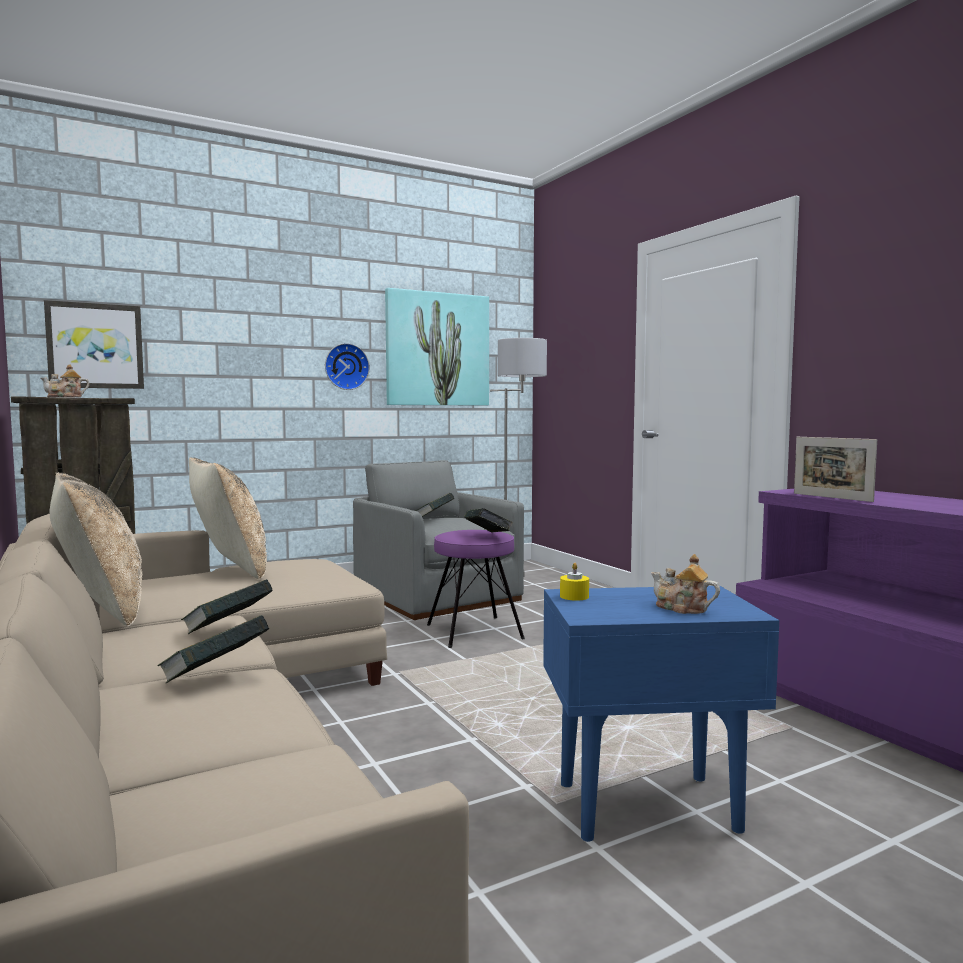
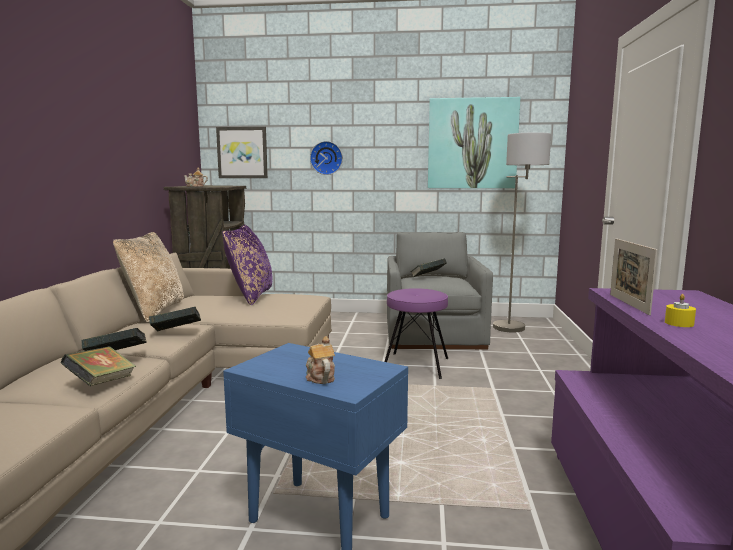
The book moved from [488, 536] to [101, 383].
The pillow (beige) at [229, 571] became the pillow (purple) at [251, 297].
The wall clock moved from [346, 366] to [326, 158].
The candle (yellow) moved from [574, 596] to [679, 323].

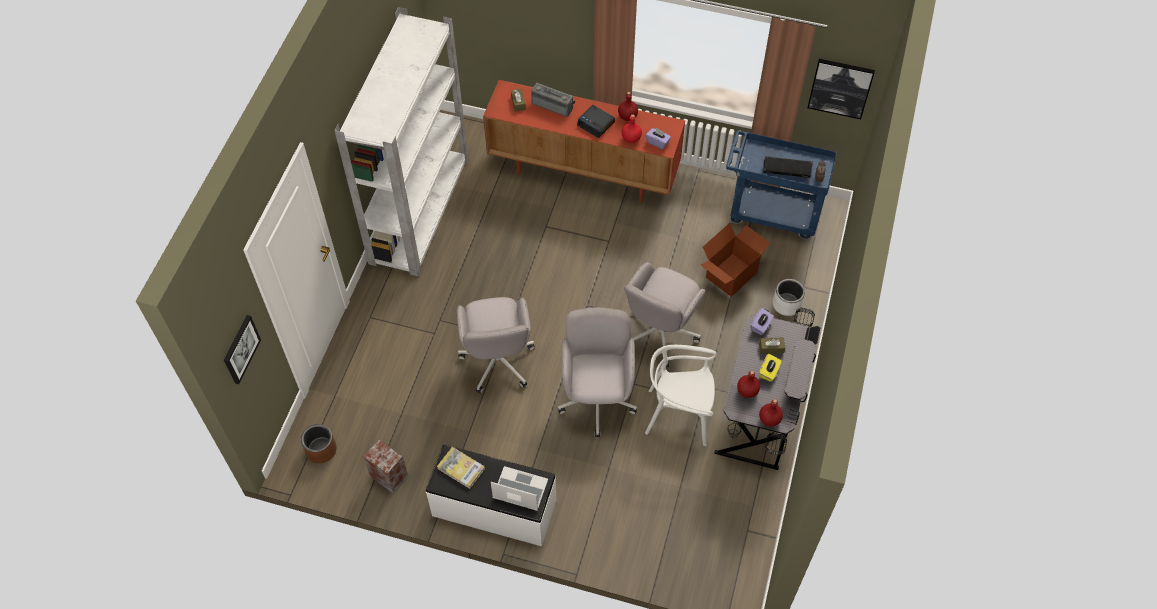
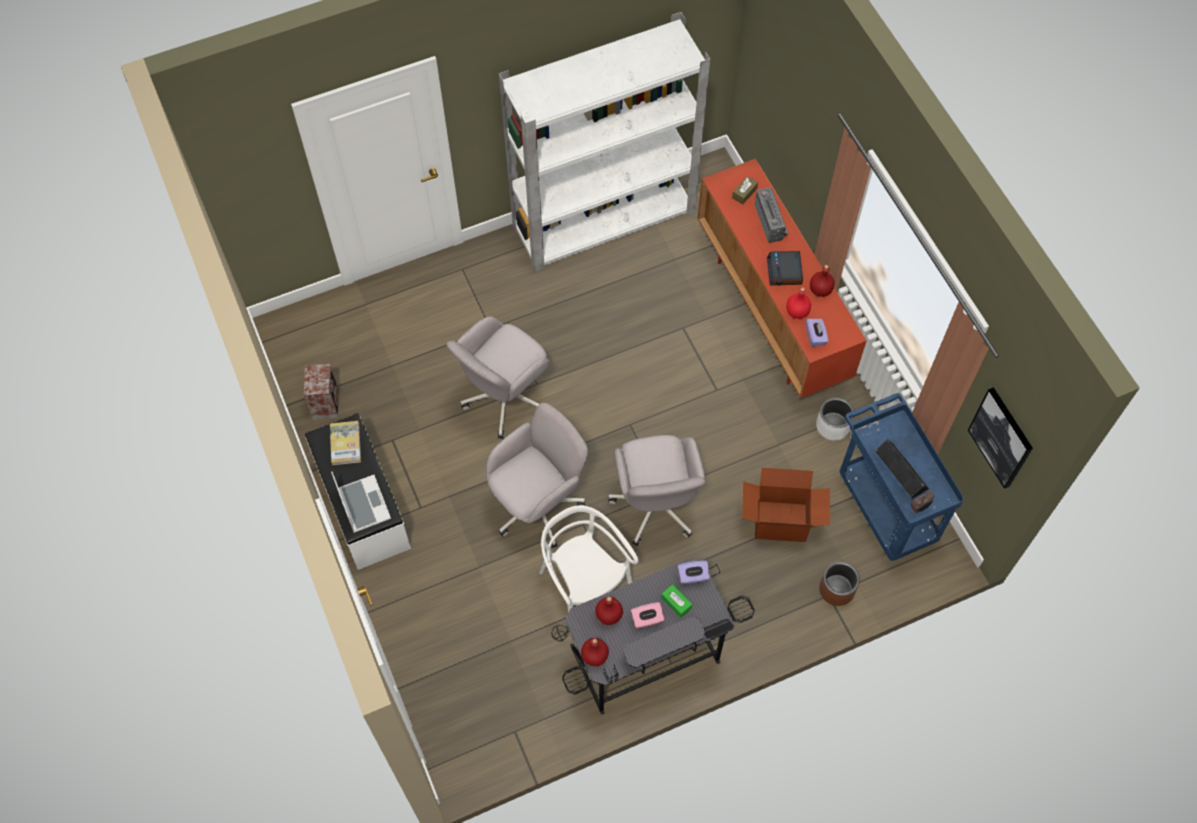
The office chair (grey) at [660, 334] turned 90 degrees counterclockwise.
The tissue box (yellow) at [769, 372] became the tissue box (pink) at [647, 619].
The tissue box (brown) at [771, 348] became the tissue box (green) at [676, 603].
The planter (white) moved from [786, 304] to [832, 426].
The planter (brown) moved from [321, 450] to [836, 589].
The picture at [240, 349] disappeared.

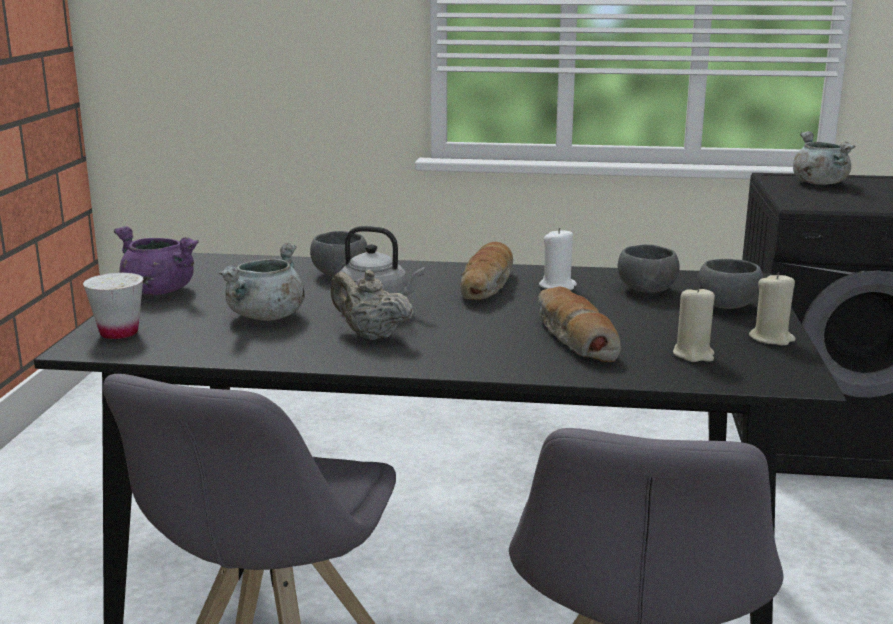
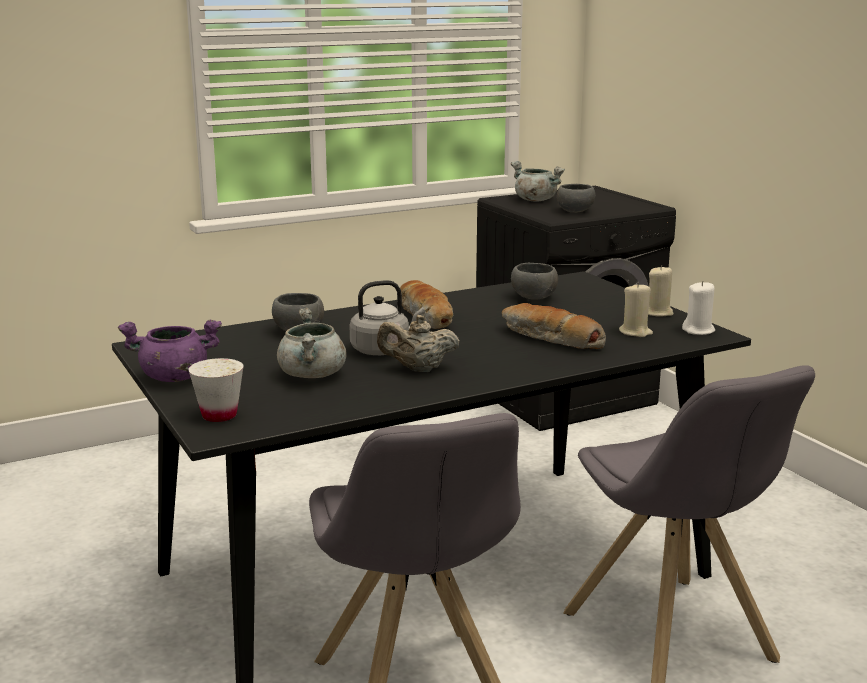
The bowl (grey) moved from [729, 305] to [575, 211].
The candle (white) moved from [557, 286] to [698, 331].

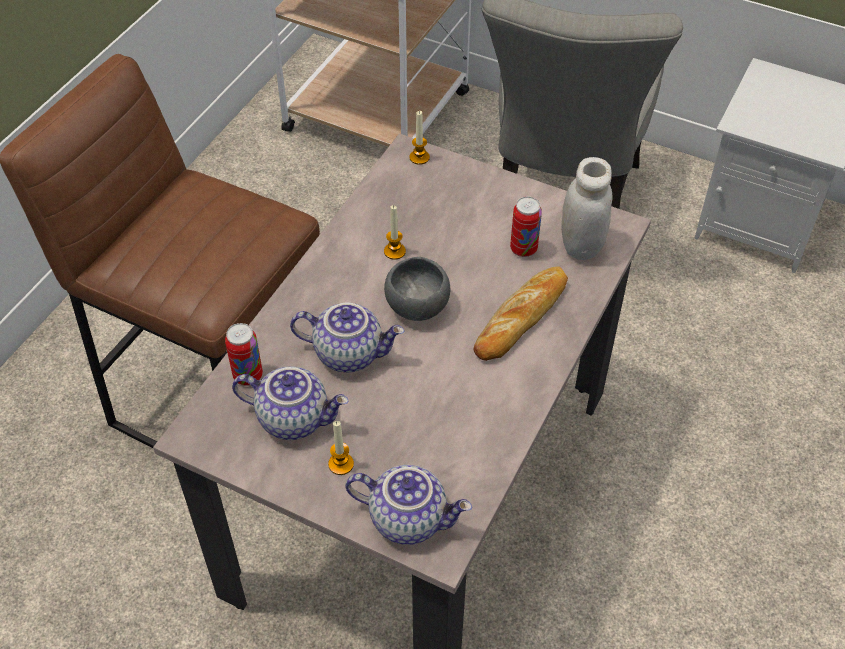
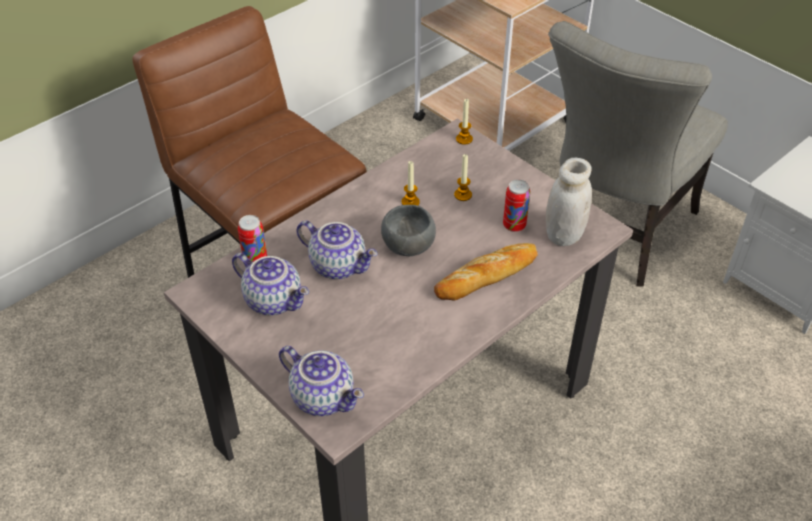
The candle moved from [341, 464] to [463, 195].

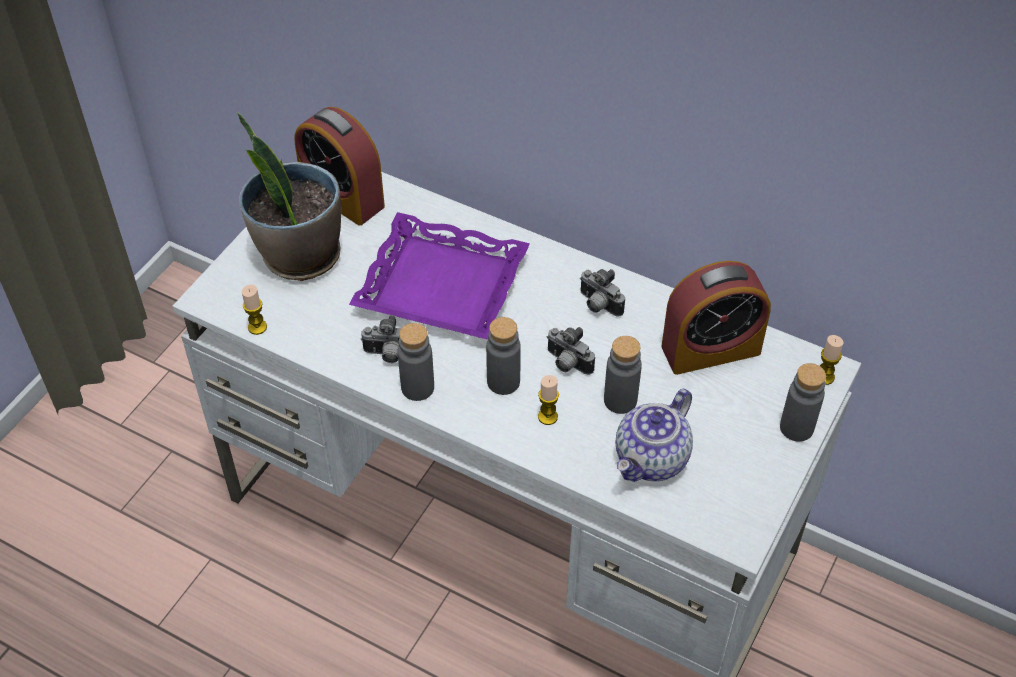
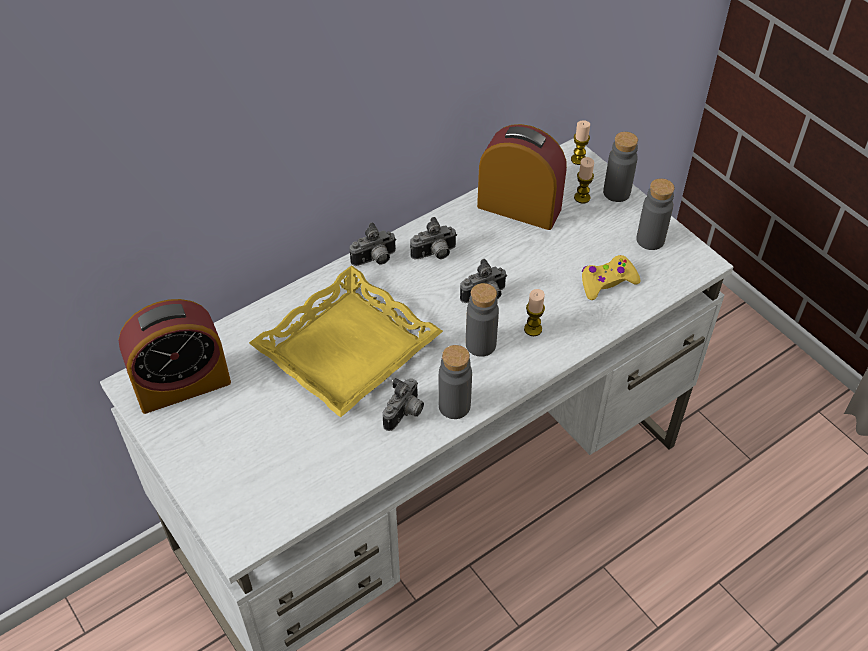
The tray (purple) at [441, 287] became the tray (yellow) at [348, 349].
The photo camera at [375, 260] appeared.
The alarm clock at [711, 349] turned 75 degrees counterclockwise.
The candle moved from [257, 327] to [582, 197].
The teapot at [652, 460] was replaced by the game controller (yellow) at [607, 282].
The bottle (grey) moved from [620, 400] to [650, 240].
The potted plant at [299, 255] disappeared.

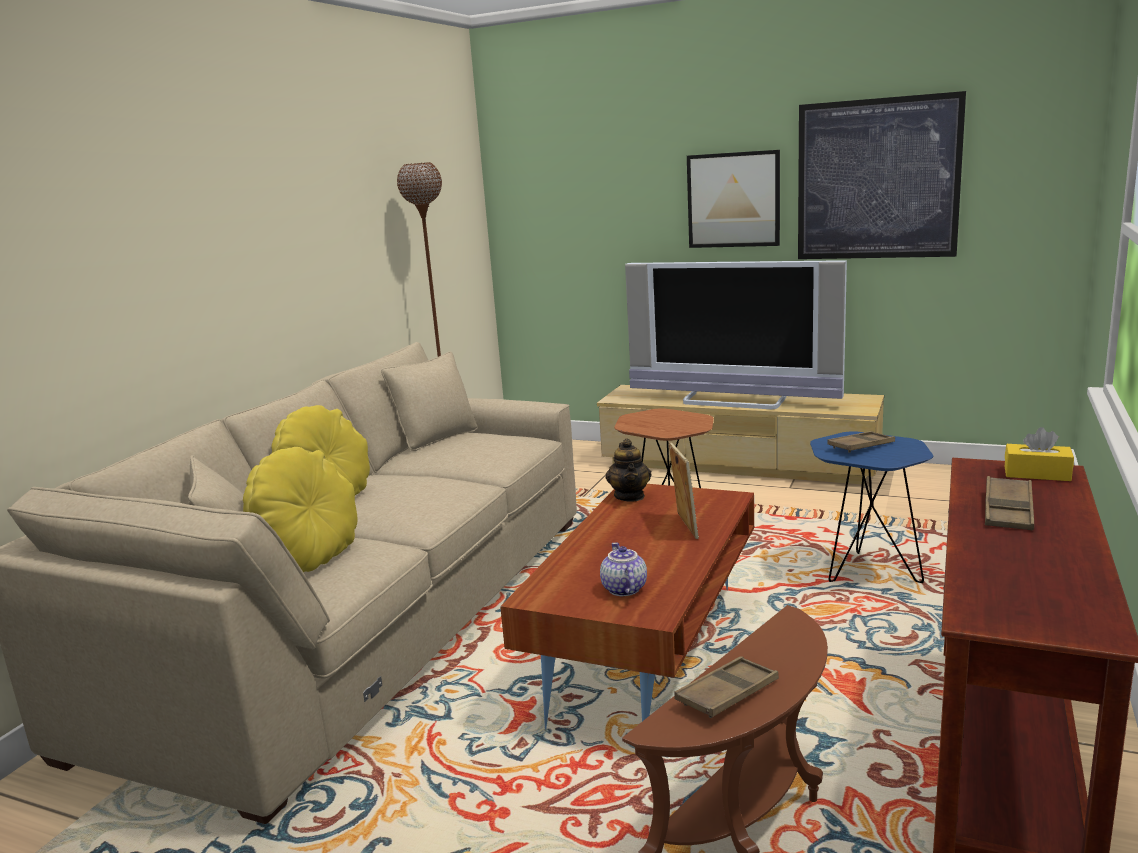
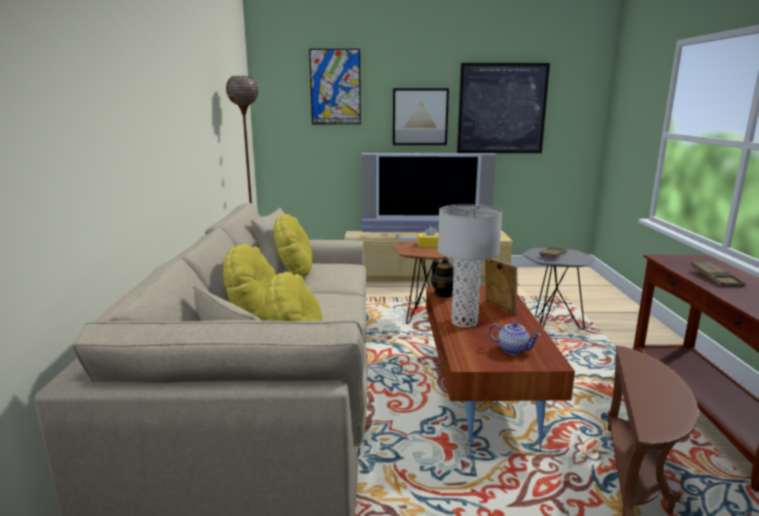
The pillow (yellow) at [295, 273] appeared.
The picture at [335, 87] appeared.
The tissue box (yellow) moved from [1037, 474] to [429, 245].
The table lamp (white) at [464, 322] appeared.
The teapot at [623, 589] turned 150 degrees clockwise.
The side table (blue) at [865, 572] became the side table (grey) at [550, 327].
The tray (brown) at [727, 694] disappeared.

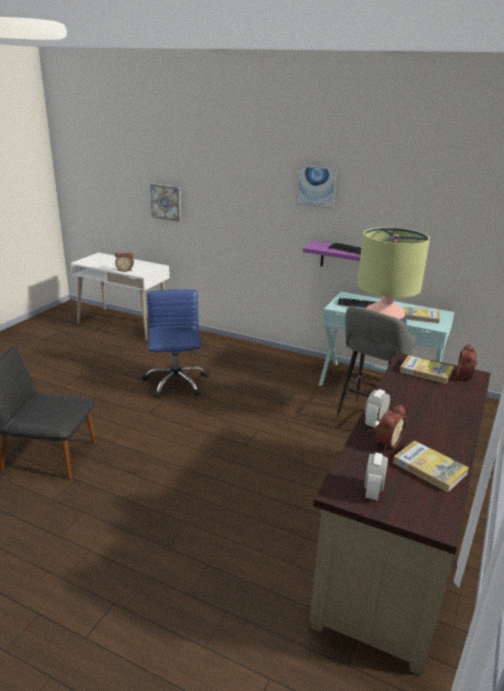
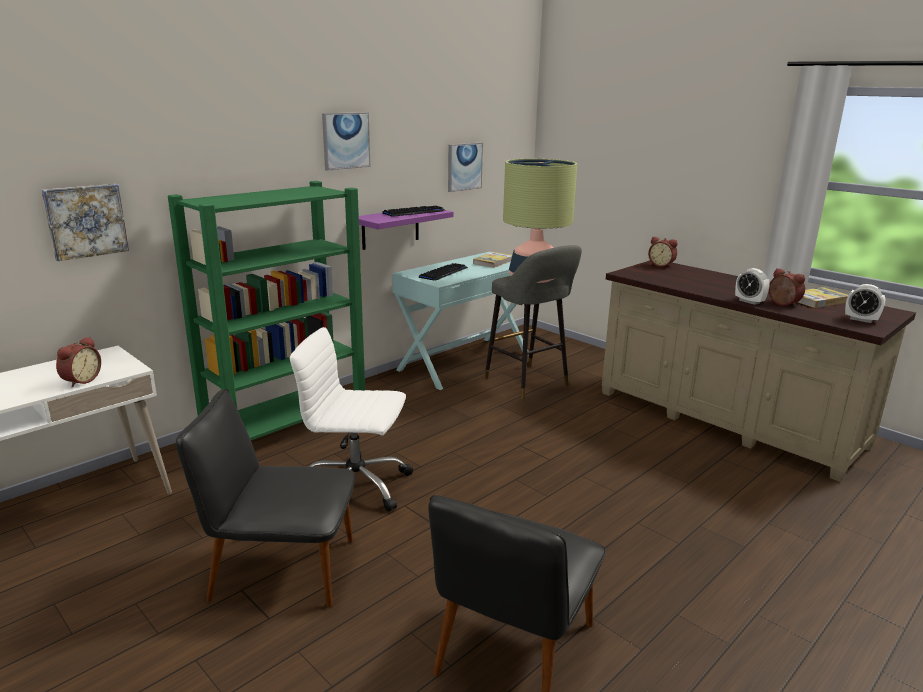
The bookcase (green) at [286, 425] appeared.
The chair (black) at [283, 568] appeared.
The office chair (blue) at [176, 382] became the office chair (white) at [355, 486].
The picture at [464, 166] appeared.
The book at [426, 371] disappeared.

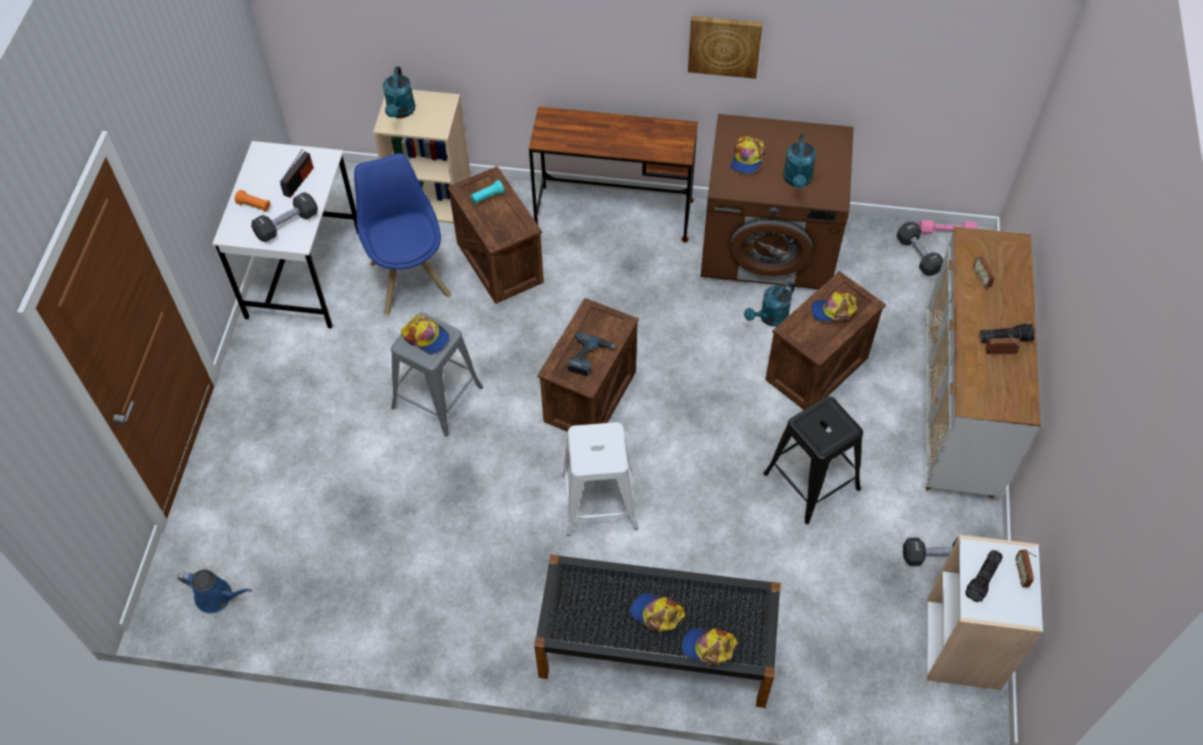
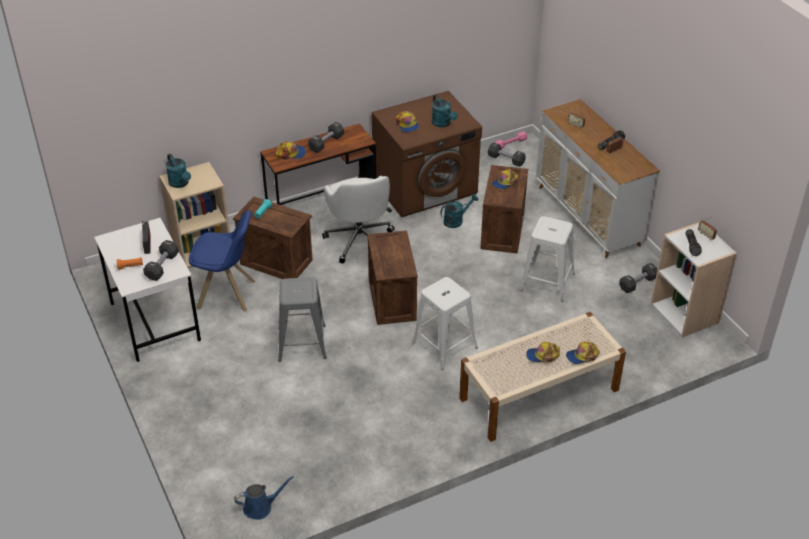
The chair (blue) at [409, 279] turned 150 degrees clockwise.
The cap moved from [426, 337] to [291, 153].
The dumbbell (black) at [326, 143] appeared.
The office chair (white) at [360, 242] appeared.
The watering can (turquoise) at [770, 318] turned 135 degrees counterclockwise.
The bench (black) at [656, 648] became the bench (beige) at [539, 395].
The stool (black) at [811, 481] became the stool (white) at [547, 281].
The power drill at [589, 357] disappeared.
The picture at [724, 45] disappeared.

